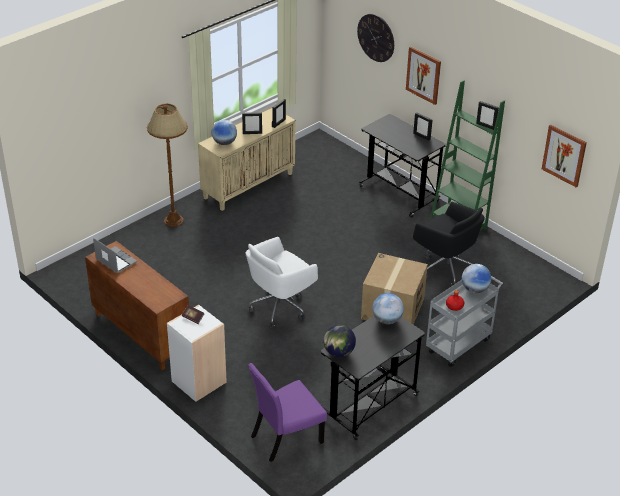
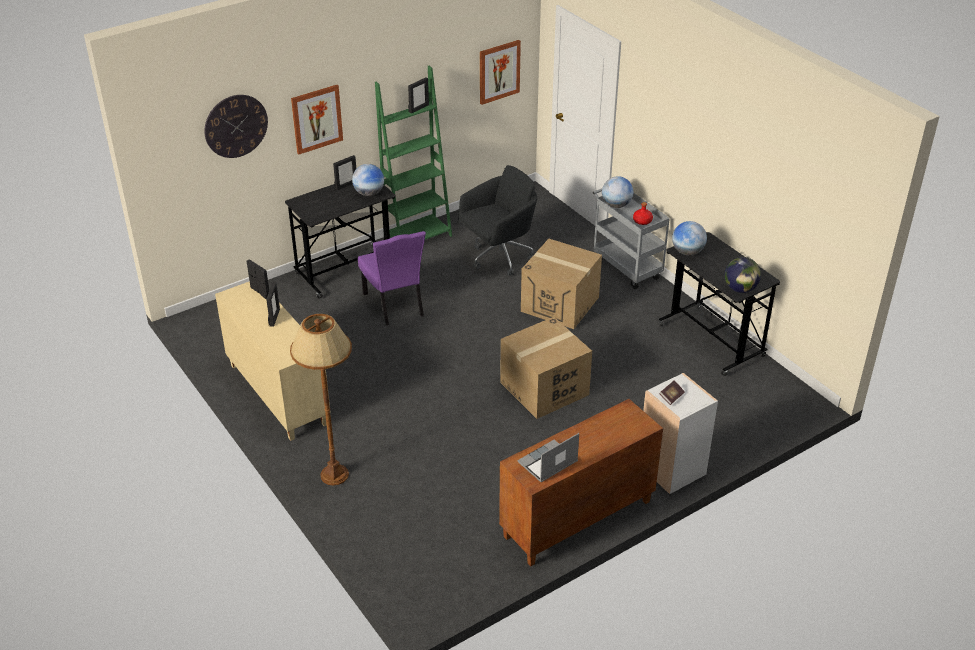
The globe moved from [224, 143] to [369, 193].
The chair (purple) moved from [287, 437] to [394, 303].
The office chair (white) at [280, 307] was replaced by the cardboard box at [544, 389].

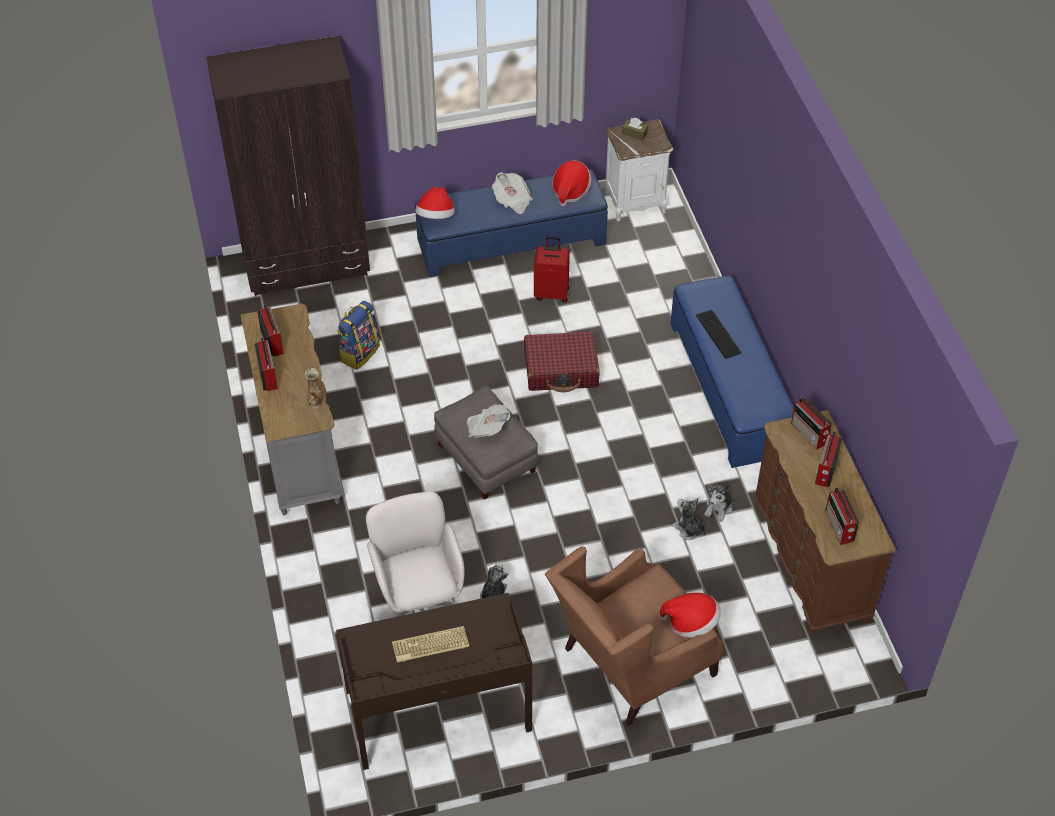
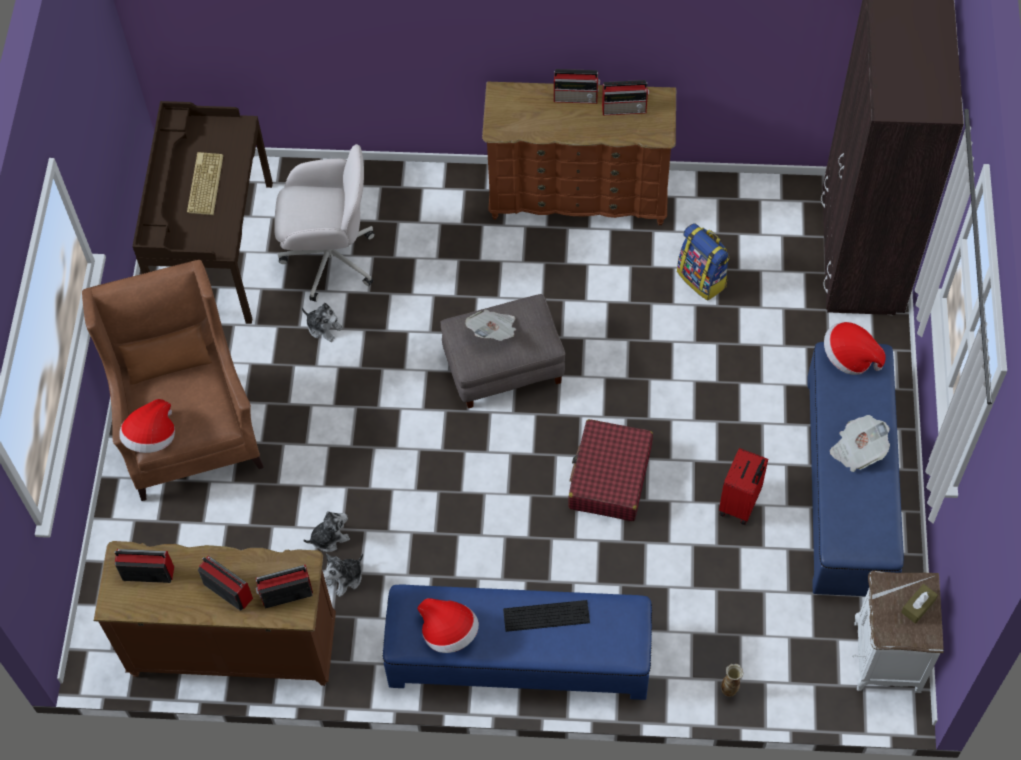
The plush toy at [718, 508] turned 90 degrees counterclockwise.
The hat moved from [570, 191] to [449, 632].
The dresser (grey) at [299, 449] became the dresser (brown) at [579, 197].
The vase moved from [315, 403] to [729, 689].

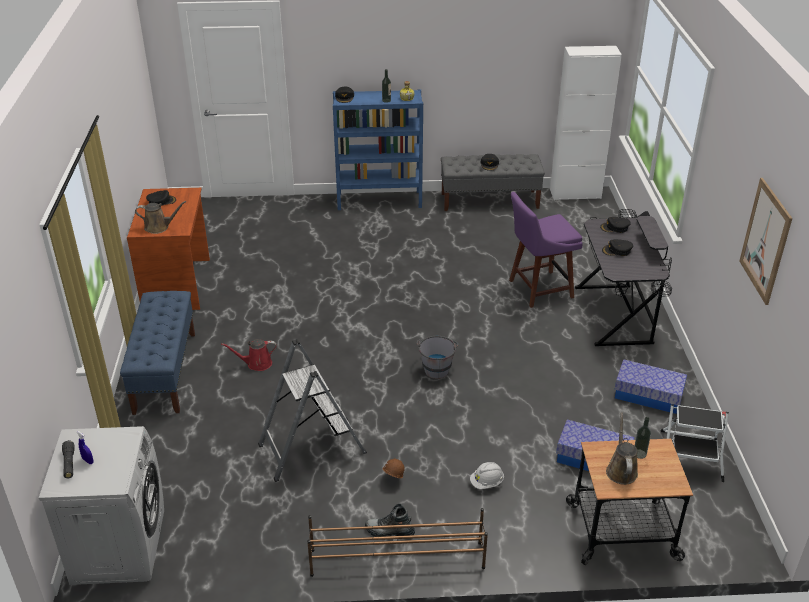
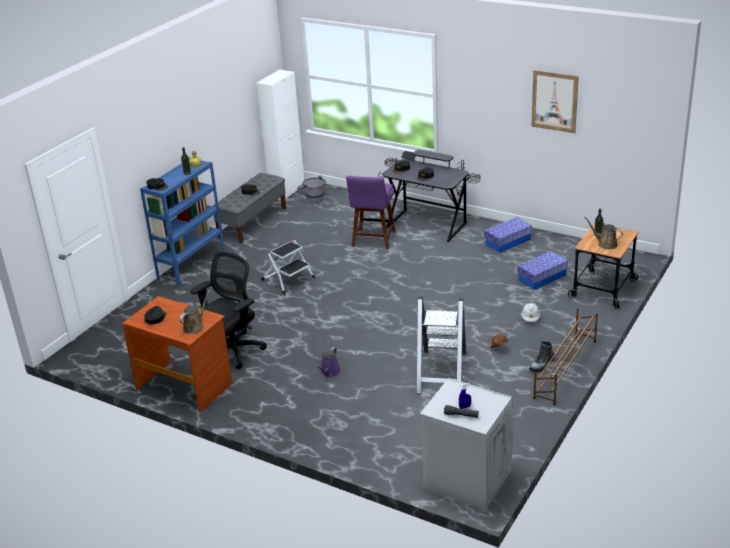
The office chair (black) at [231, 353] appeared.
The step ladder moved from [689, 456] to [287, 280].
The bucket (grey) moved from [436, 367] to [312, 199].
The watering can (red) at [256, 364] became the watering can (purple) at [329, 373].
The bench (blue) at [165, 372] disappeared.

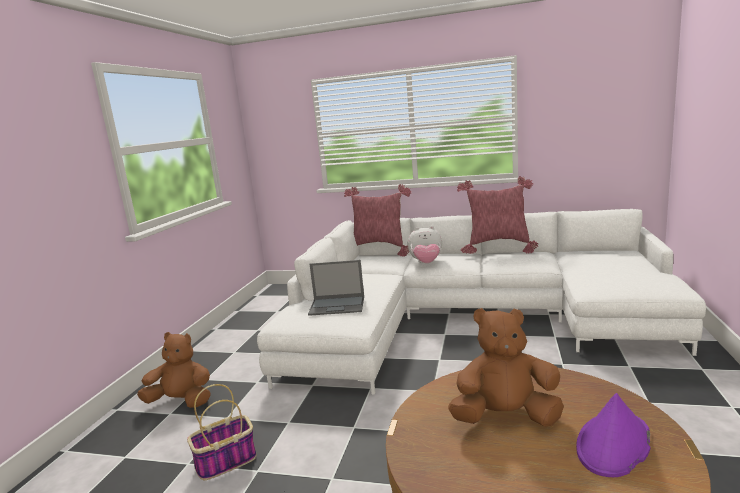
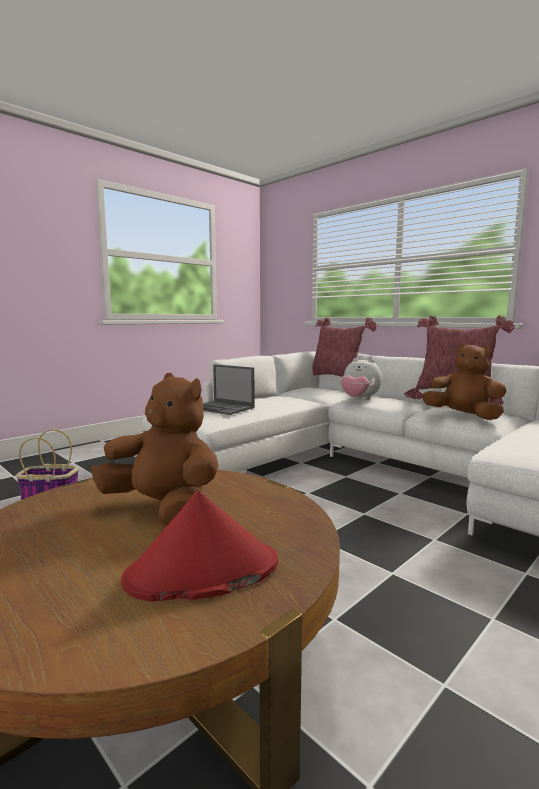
The hat (purple) at [613, 444] became the hat (red) at [202, 572].
The plush toy (brown) moved from [182, 401] to [463, 416].

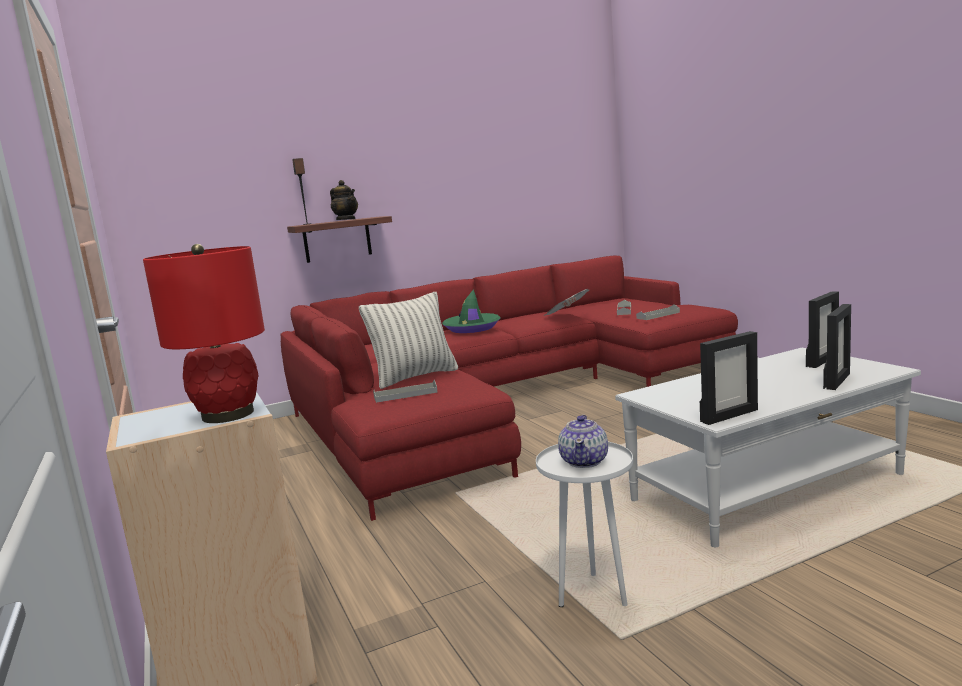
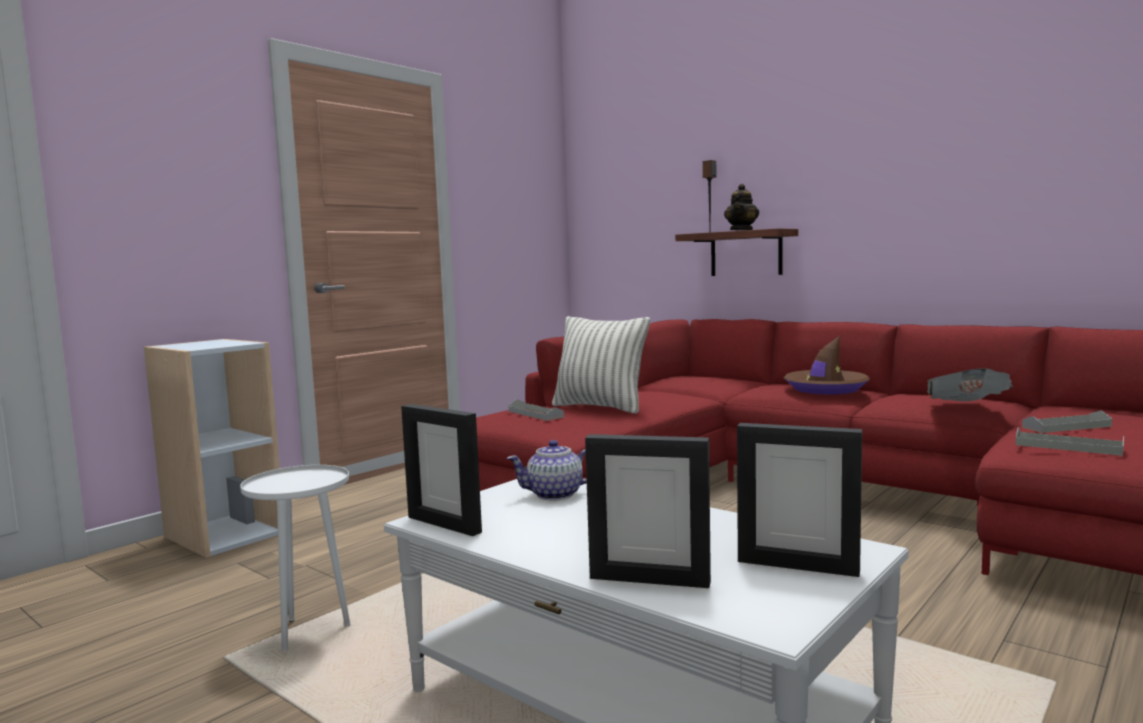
The teapot moved from [584, 461] to [556, 494].
The hat (green) at [472, 328] became the hat (brown) at [825, 389].
The table lamp (red) at [228, 415] disappeared.

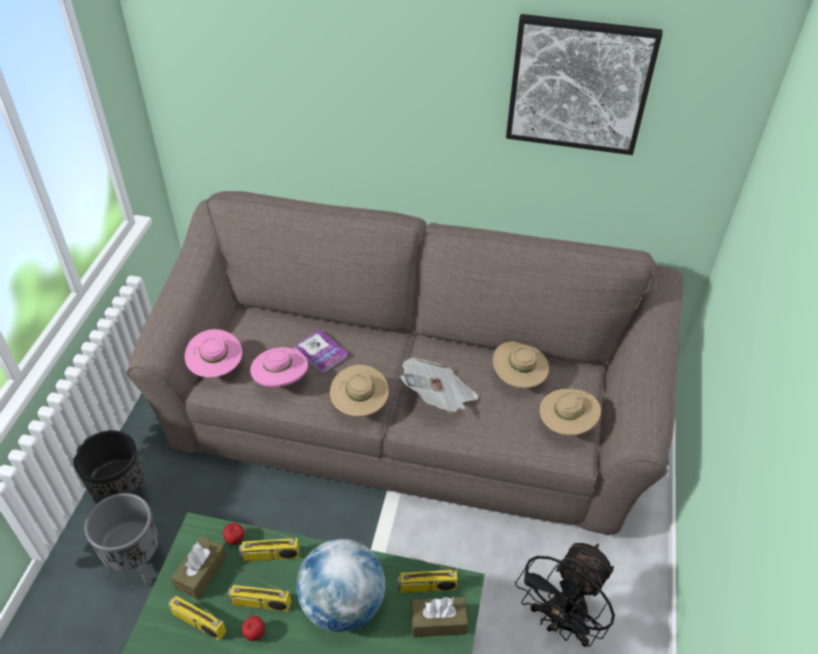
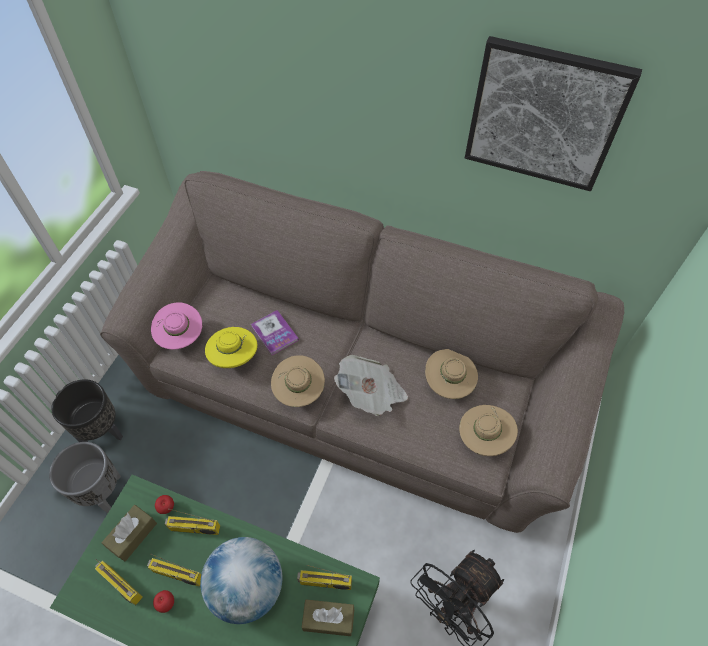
The hat (pink) at [281, 381] became the hat (yellow) at [234, 357].

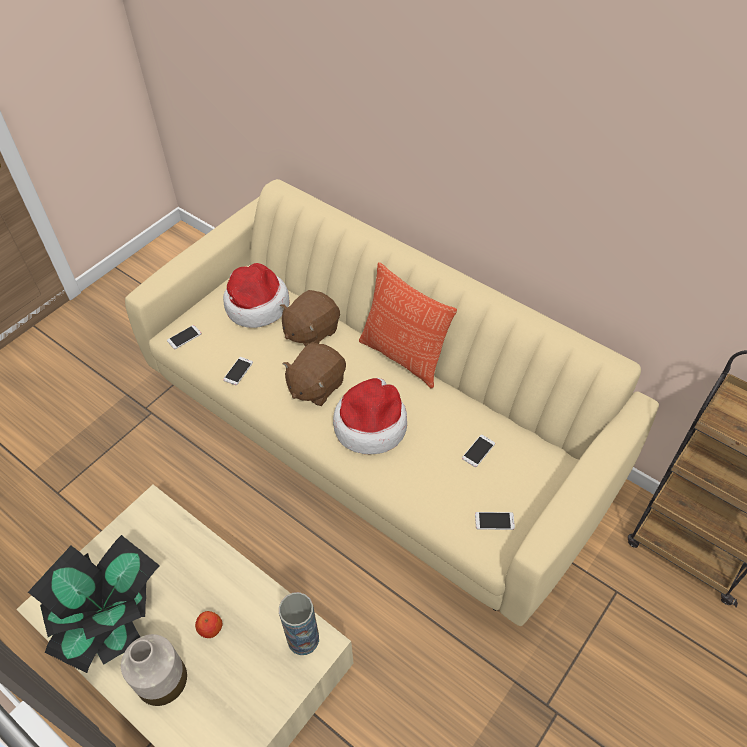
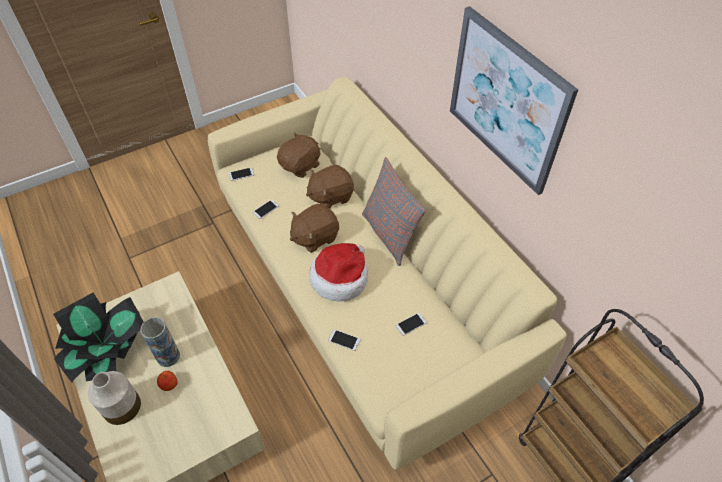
The vase moved from [303, 639] to [168, 356].
The hat at [256, 305] was replaced by the plush toy (brown) at [301, 166].
The phone moved from [494, 521] to [344, 340].
The pillow (orange) at [404, 356] became the pillow (grey) at [389, 235].
The picture at [506, 101] appeared.

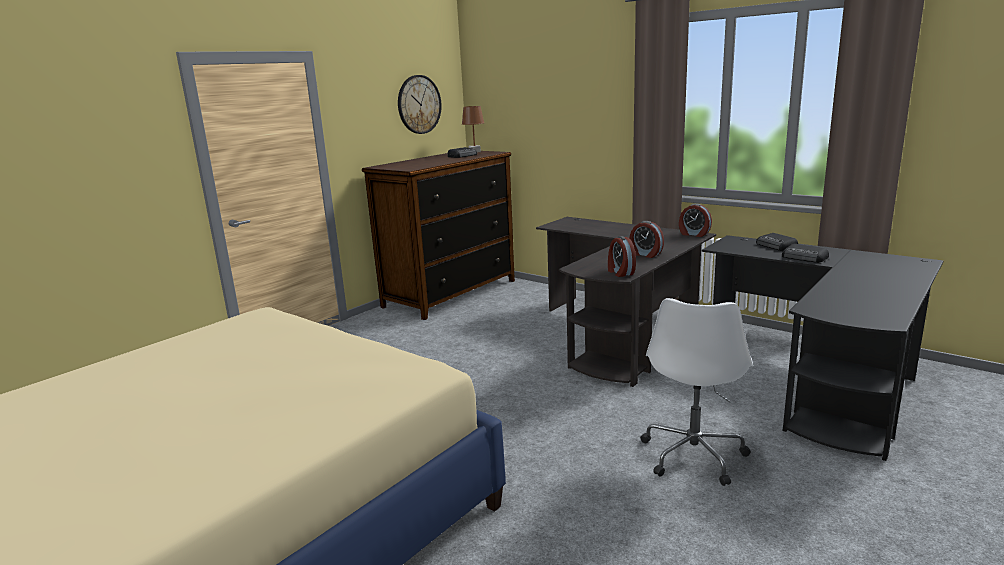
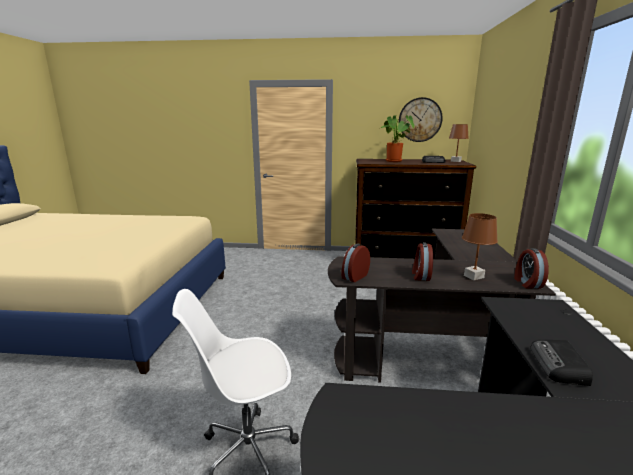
The potted plant at [395, 161] appeared.
The table lamp (brown) at [473, 276] appeared.
The radio at [776, 246] disappeared.

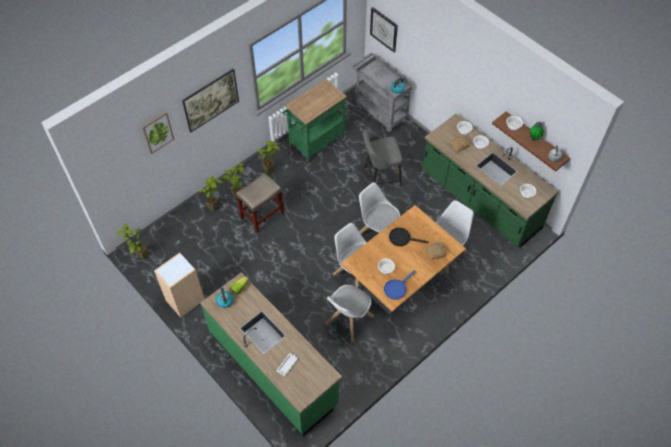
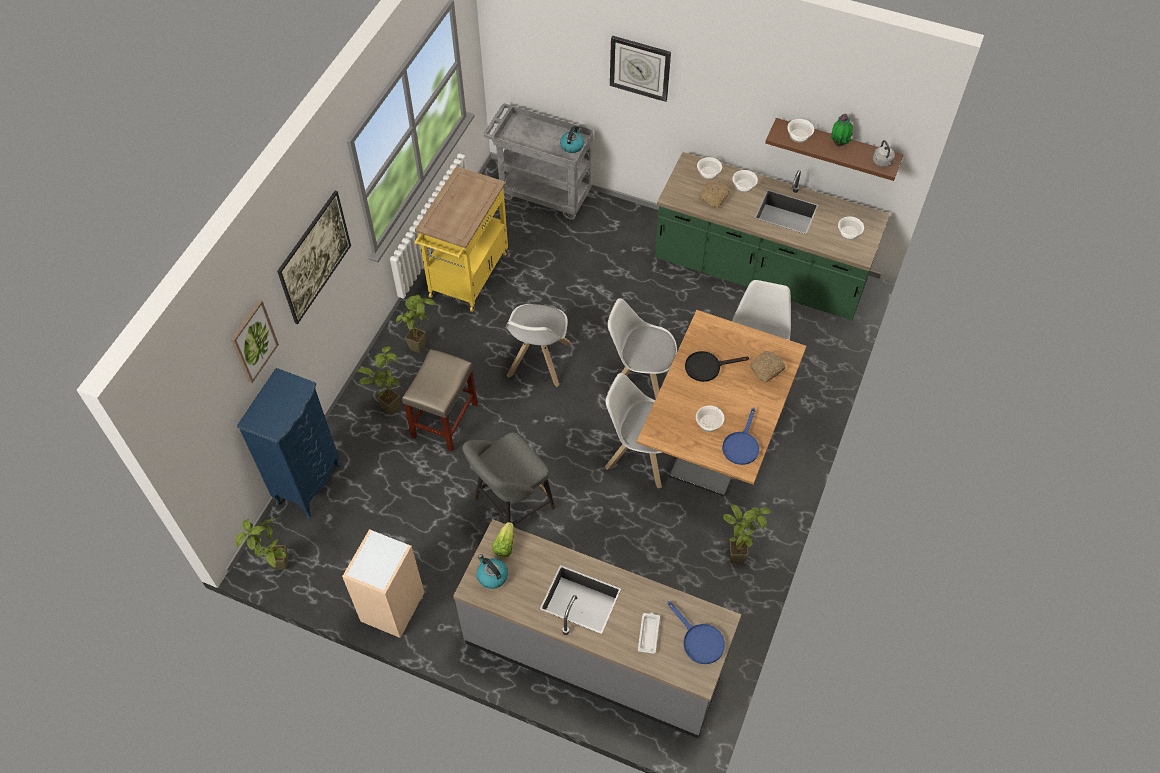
The dresser (blue) at [311, 486] appeared.
The cart (green) at [315, 142] became the cart (yellow) at [467, 277].
The counter (green) at [274, 368] became the counter (grey) at [595, 652].
The stool (grey) moved from [380, 177] to [510, 506].
The chair moved from [348, 320] to [538, 361].
The wall clock moved from [384, 29] to [640, 68].
The frying pan (blue) at [699, 640] appeared.
The potted plant moved from [215, 205] to [737, 552].

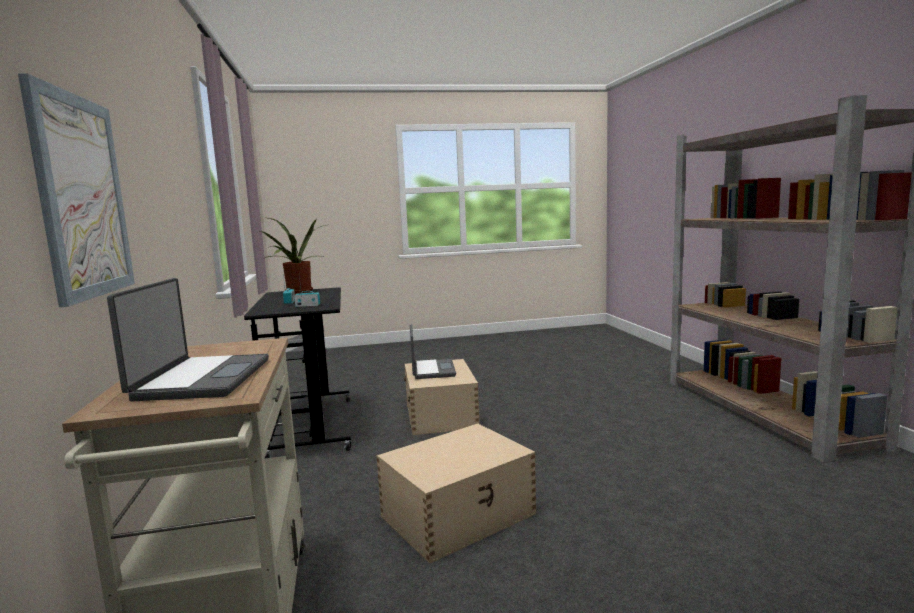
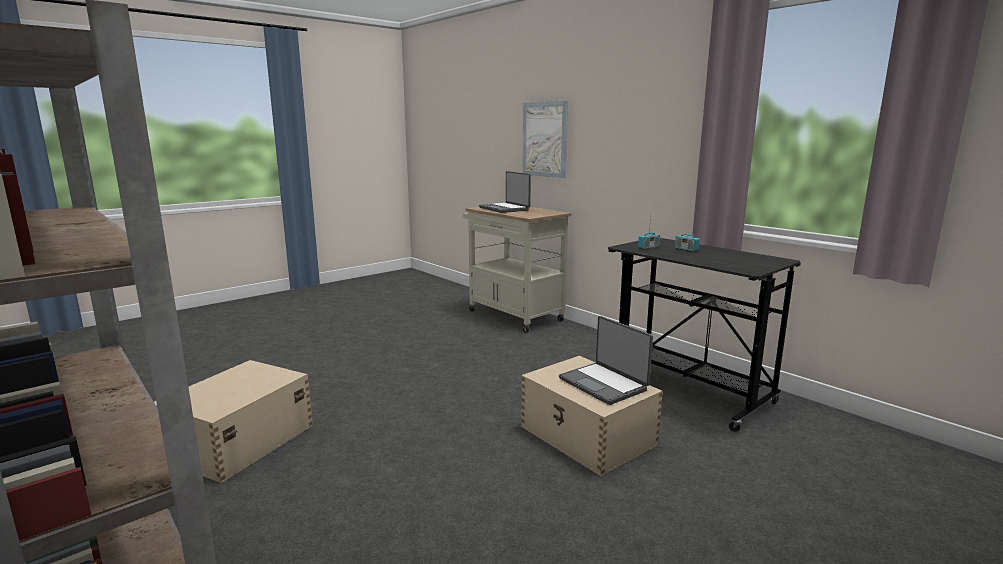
The storage box (beige) moved from [459, 515] to [239, 442].
The potted plant at [298, 292] disappeared.

